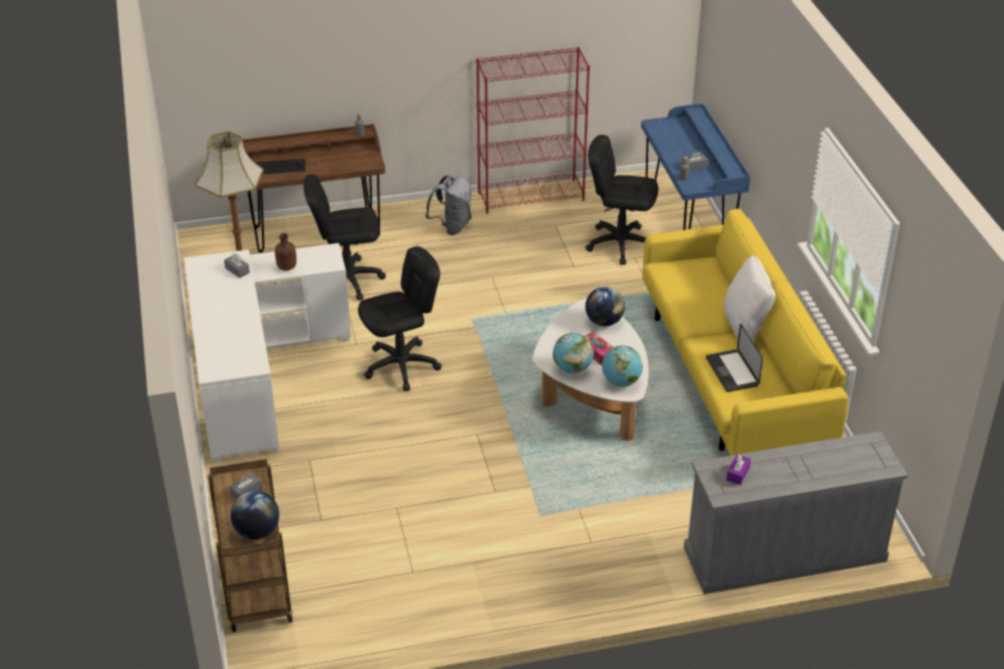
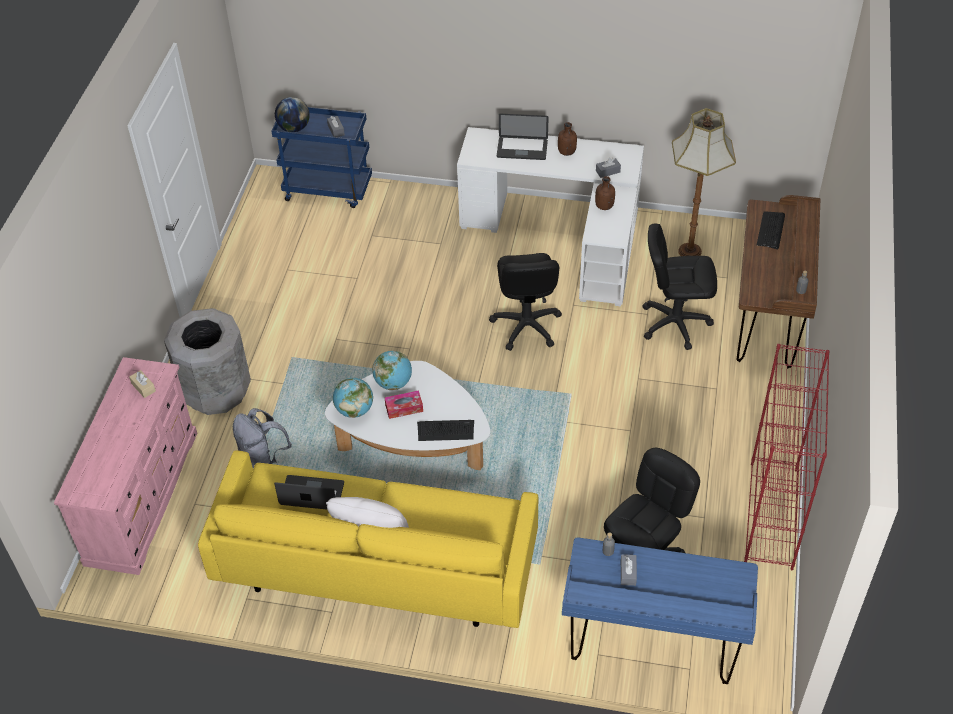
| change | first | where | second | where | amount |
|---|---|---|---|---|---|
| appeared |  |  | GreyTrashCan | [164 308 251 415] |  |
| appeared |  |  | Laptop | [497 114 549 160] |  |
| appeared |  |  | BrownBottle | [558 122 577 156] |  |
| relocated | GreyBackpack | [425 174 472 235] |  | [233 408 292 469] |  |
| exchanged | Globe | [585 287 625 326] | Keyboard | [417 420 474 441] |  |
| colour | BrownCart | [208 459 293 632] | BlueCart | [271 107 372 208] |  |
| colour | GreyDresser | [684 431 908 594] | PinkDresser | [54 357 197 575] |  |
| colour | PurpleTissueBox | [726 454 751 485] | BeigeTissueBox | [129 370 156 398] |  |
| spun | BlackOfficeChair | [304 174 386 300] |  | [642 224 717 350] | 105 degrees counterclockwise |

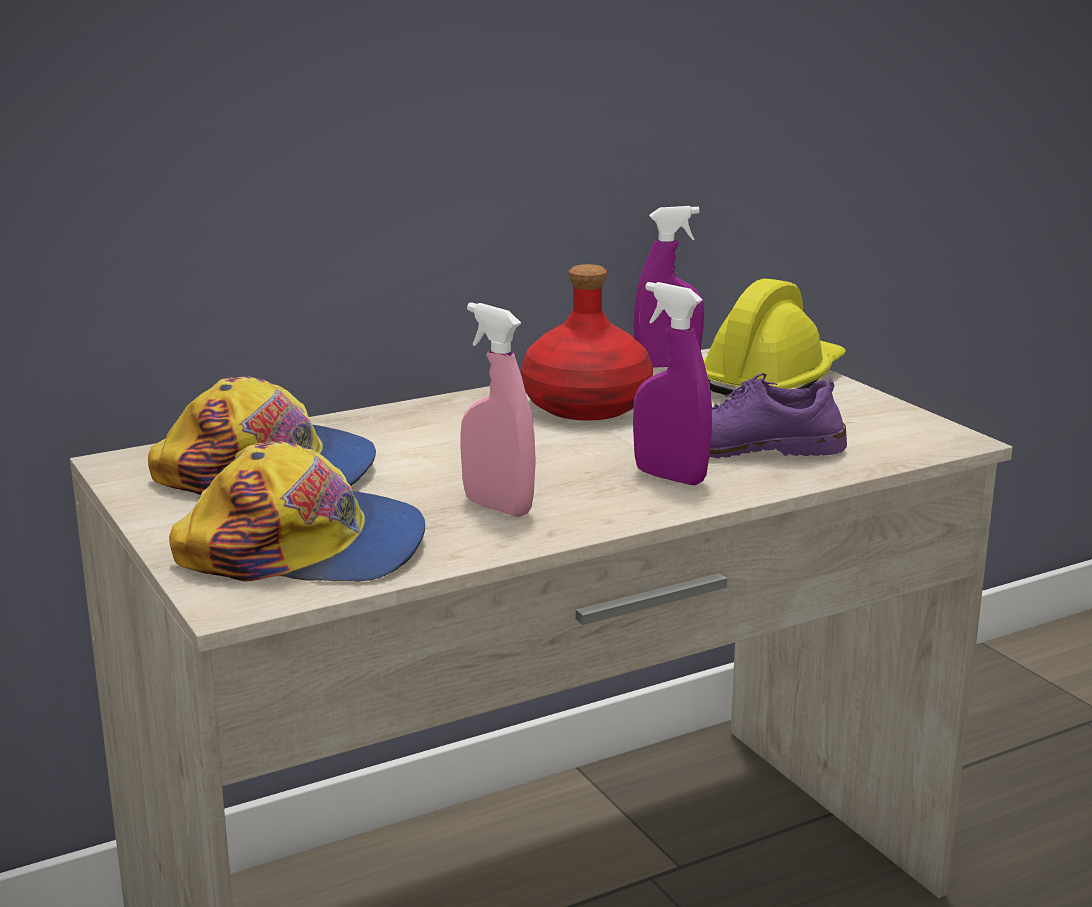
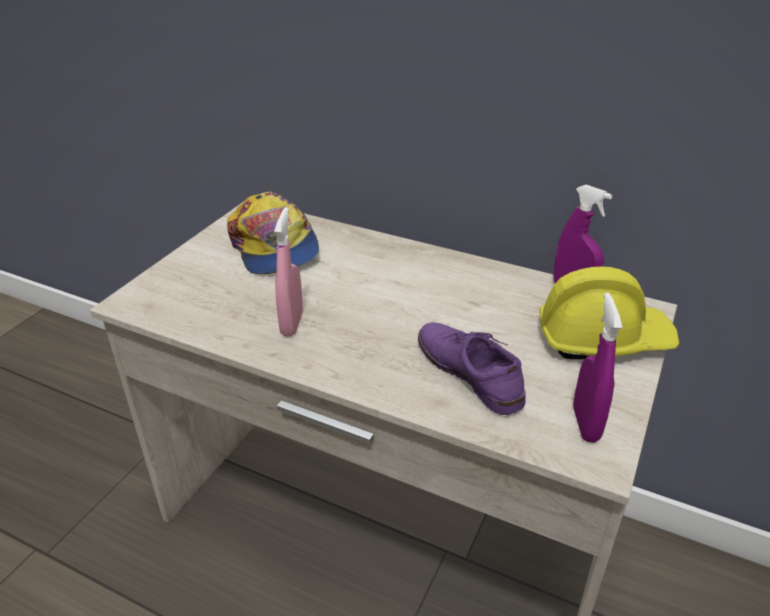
| change | first | where | second | where | amount |
|---|---|---|---|---|---|
| missing | Cap | [169 441 425 582] |  |  |  |
| missing | RedBottle | [521 264 653 421] |  |  |  |
| relocated | PurpleSprayBottle | [633 282 712 485] |  | [573 293 623 443] |  |

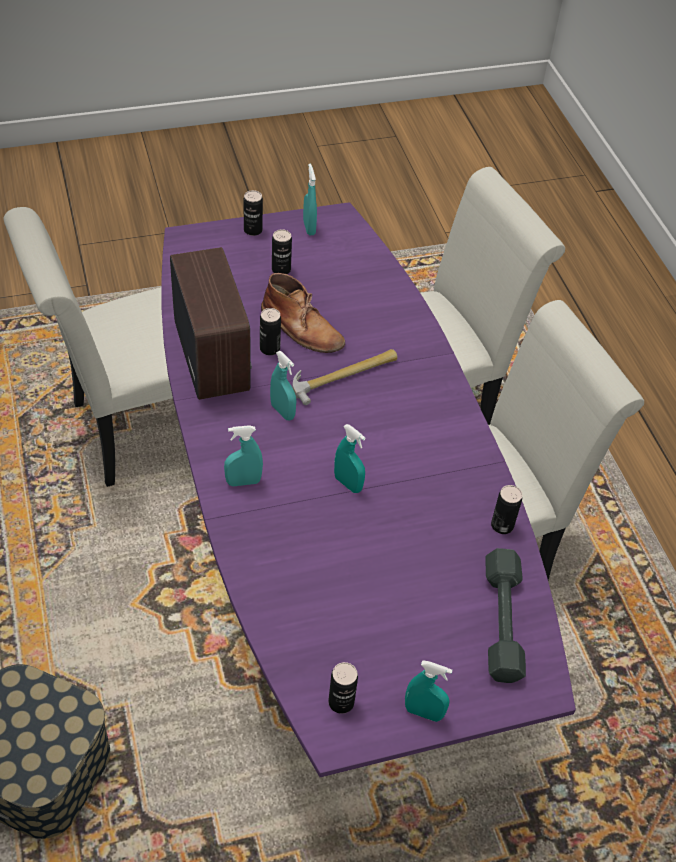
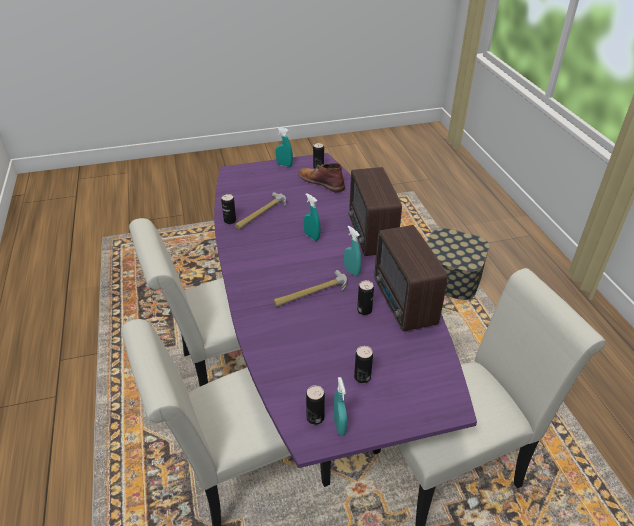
| change | first | where | second | where | amount |
|---|---|---|---|---|---|
| missing | GreyDumbbell | [485 548 526 683] |  |  |  |
| appeared |  |  | Hammer | [235 192 286 229] |  |
| relocated | Can | [244 190 263 236] |  | [306 385 325 425] |  |
| relocated | BrownBoot | [261 273 345 353] |  | [298 163 345 193] |  |
| exchanged | TurquoiseSprayBottle | [224 425 263 486] | Radio | [349 167 402 256] |  |

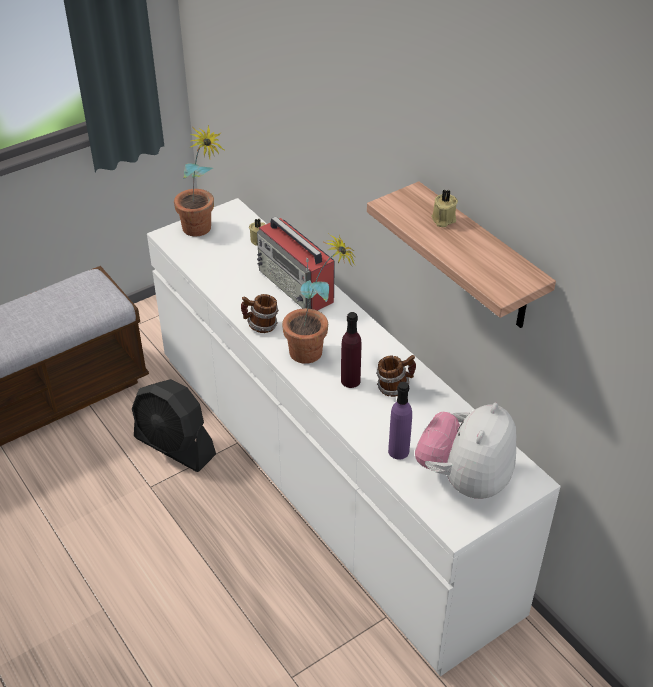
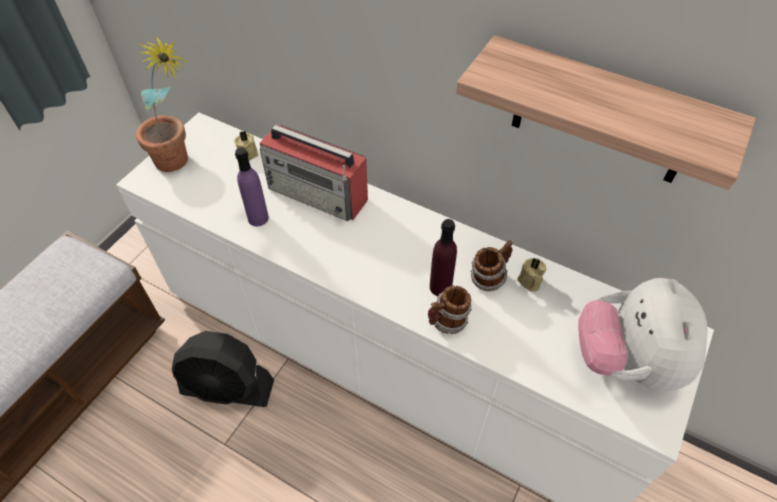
| change | first | where | second | where | amount |
|---|---|---|---|---|---|
| missing | PottedPlant | [282 233 357 364] |  |  |  |
| relocated | Mug | [241 294 279 333] |  | [428 286 472 334] |  |
| relocated | PurpleBottle | [388 382 412 460] |  | [235 147 269 226] |  |
| relocated | BeigeCandle | [431 189 458 227] |  | [517 258 546 292] |  |

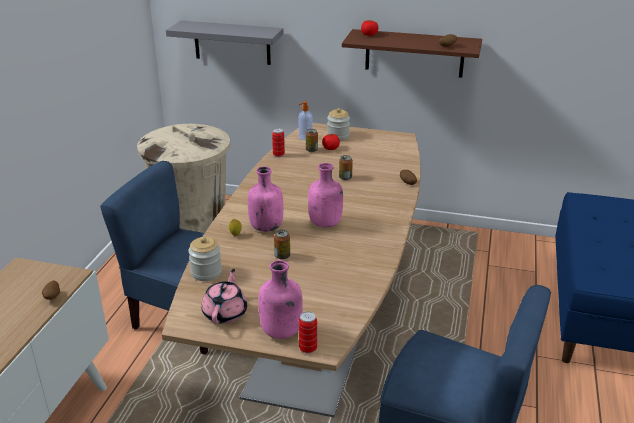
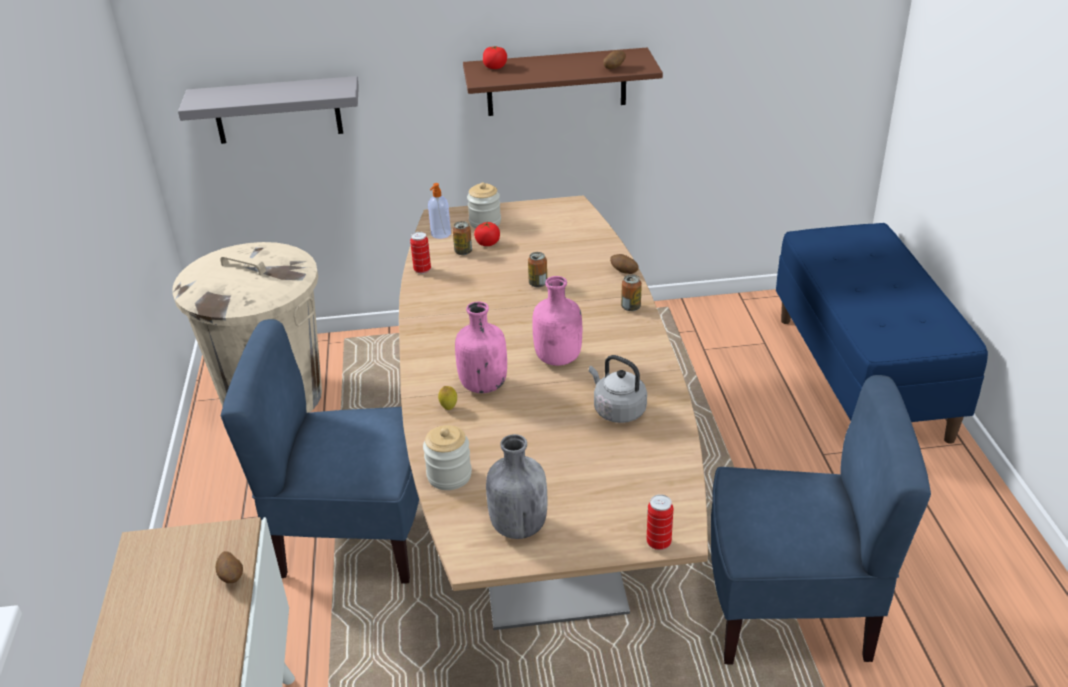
| change | first | where | second | where | amount |
|---|---|---|---|---|---|
| missing | PinkBottle | [258 260 303 339] |  |  |  |
| appeared |  |  | GreyKettle | [589 355 647 423] |  |
| relocated | Can | [274 230 290 260] |  | [621 274 642 311] |  |
| exchanged | PinkTeapot | [201 269 247 324] | GreyBottle | [486 434 547 539] |  |

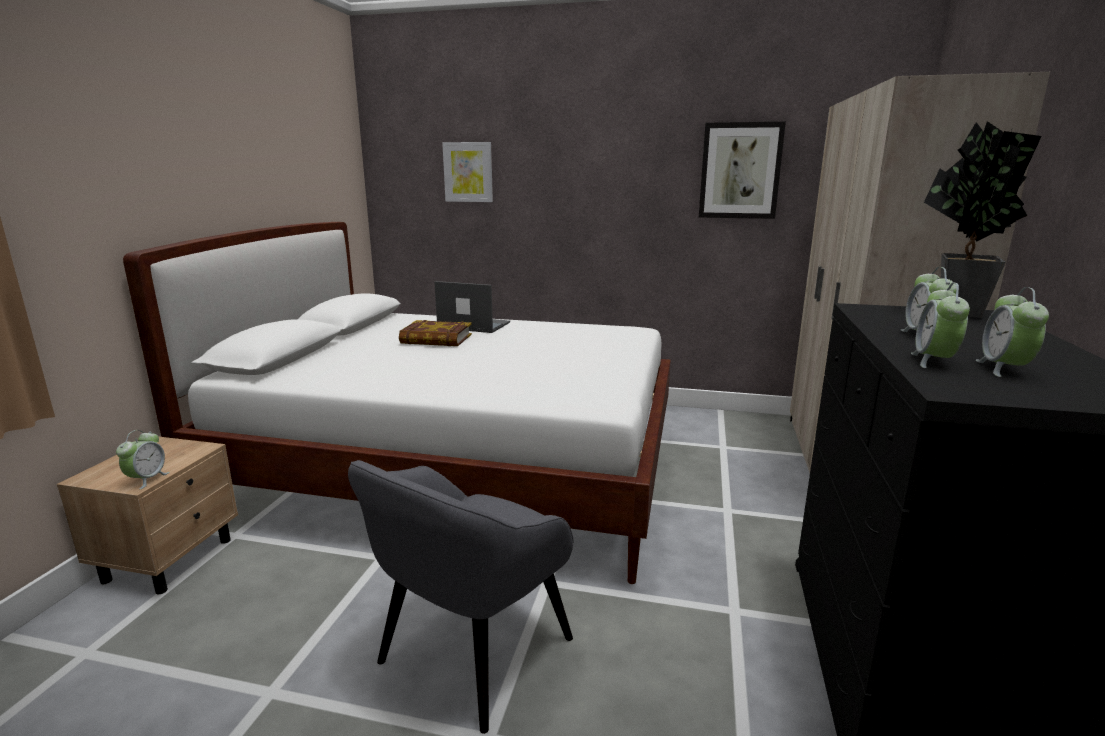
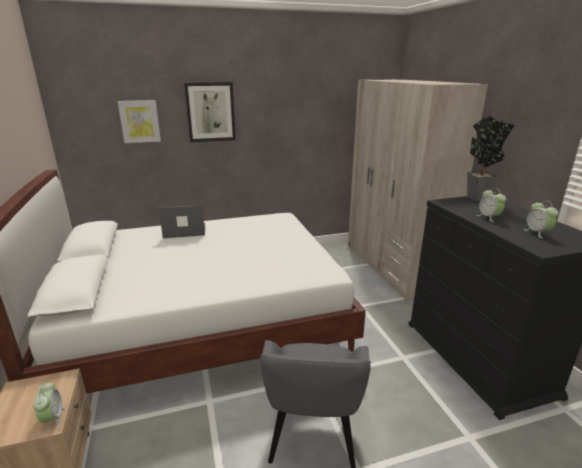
| change | first | where | second | where | amount |
|---|---|---|---|---|---|
| missing | Book | [399 320 472 346] |  |  |  |
| missing | AlarmClock | [911 282 970 368] |  |  |  |
| relocated | Picture | [699 122 786 219] |  | [184 82 236 142] |  |

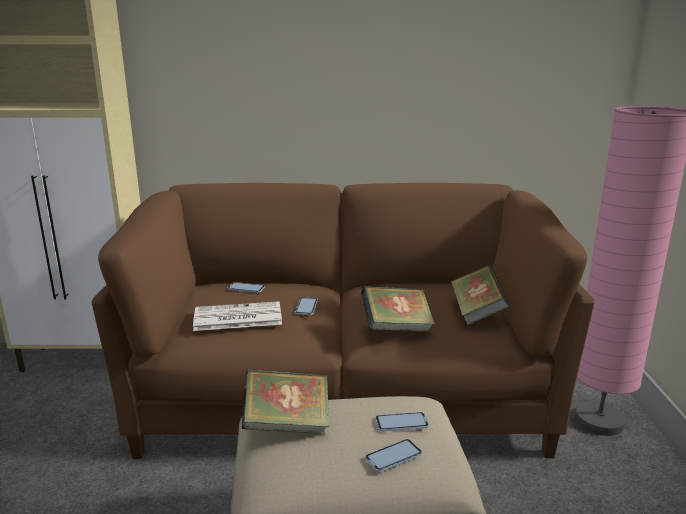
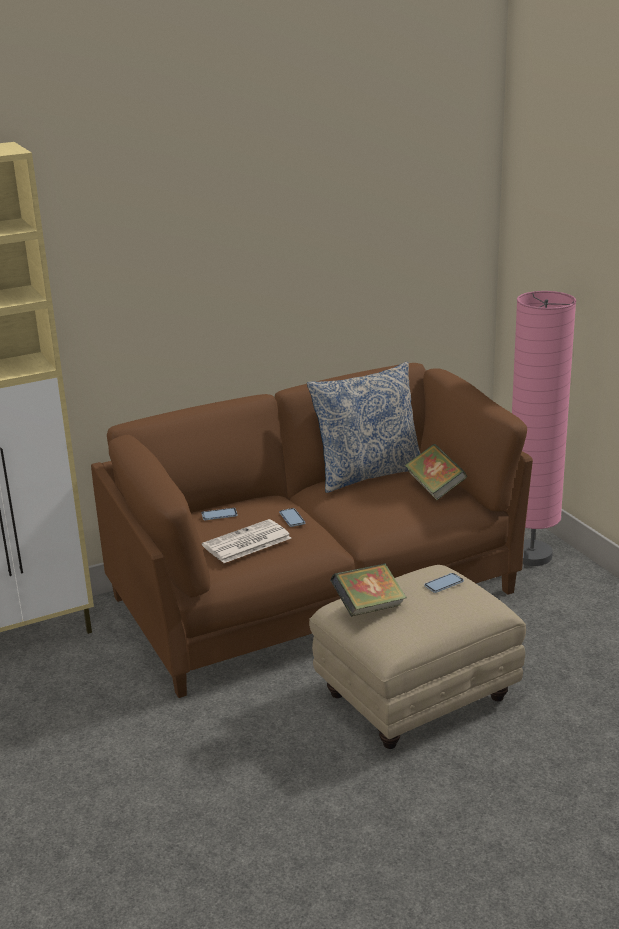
| change | first | where | second | where | amount |
|---|---|---|---|---|---|
| missing | Book | [361 286 435 332] |  |  |  |
| missing | Phone | [365 439 422 472] |  |  |  |
| appeared |  |  | Pillow | [307 362 421 493] |  |

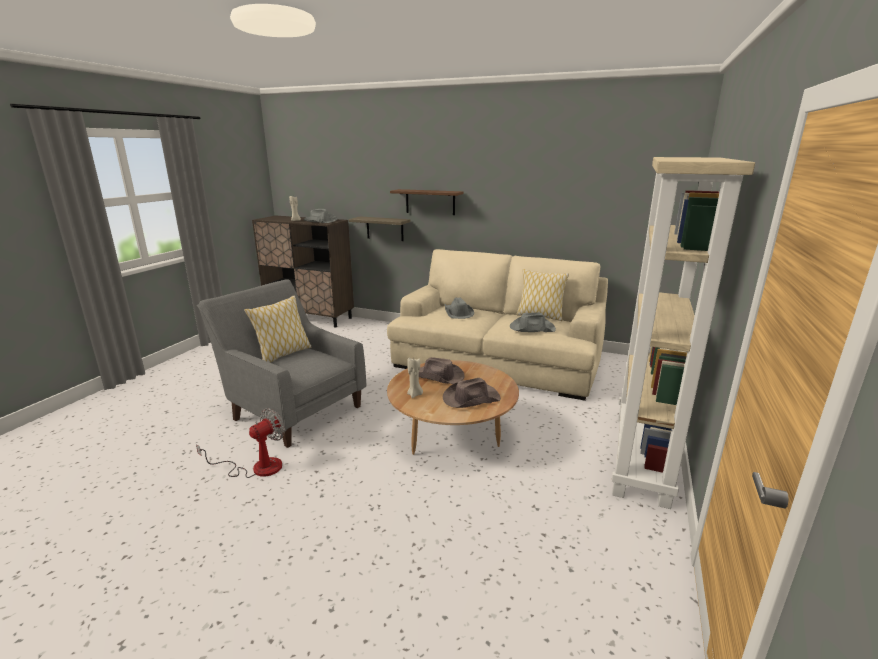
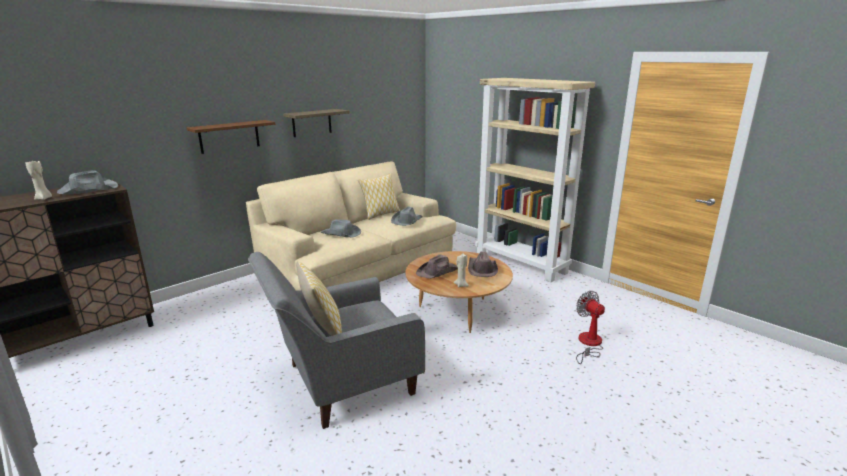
| change | first | where | second | where | amount |
|---|---|---|---|---|---|
| relocated | Fan | [196 408 285 478] |  | [576 291 605 364] |  |
| relocated | Shelf | [349 217 410 241] |  | [283 109 350 137] |  |

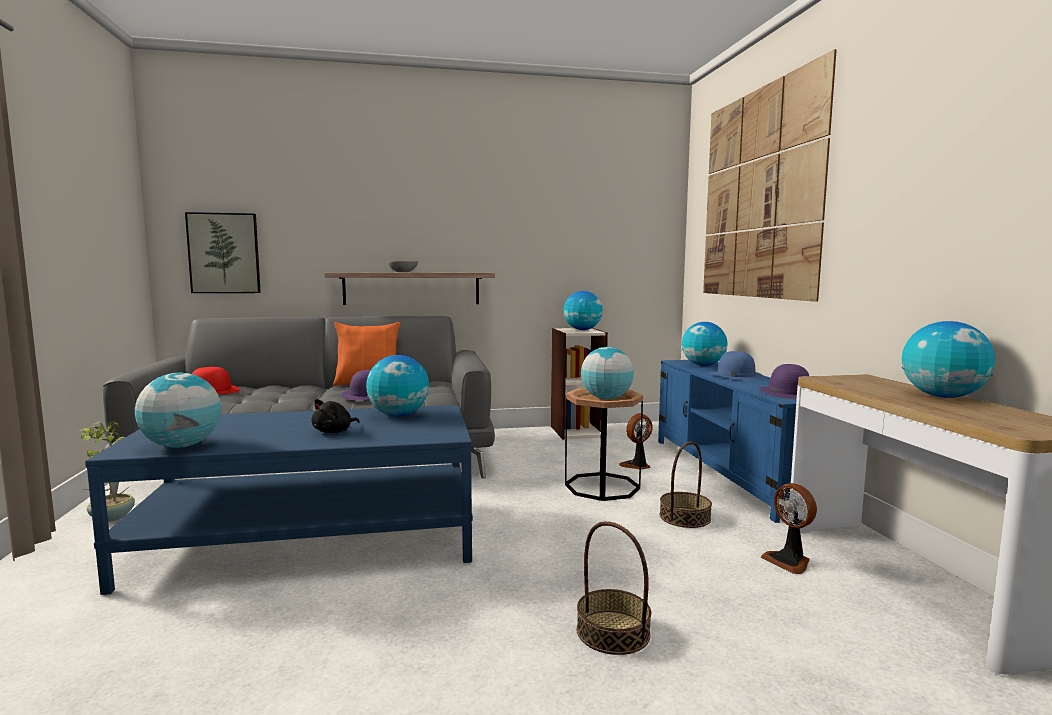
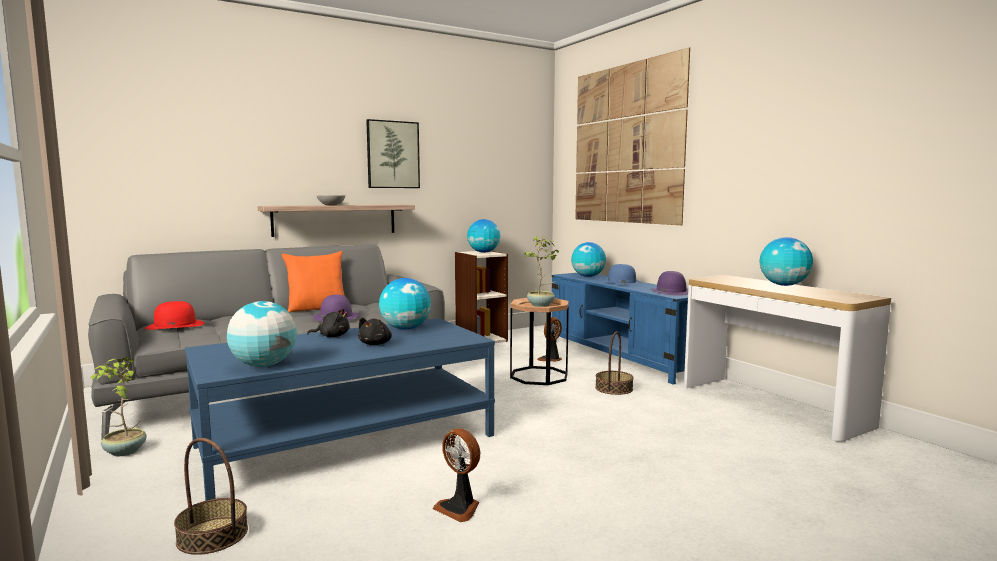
| change | first | where | second | where | amount |
|---|---|---|---|---|---|
| appeared |  |  | BlackPlushToy | [307 309 350 337] |  |
| relocated | Picture | [185 212 261 293] |  | [366 119 420 188] |  |
| relocated | Basket | [577 521 651 655] |  | [174 438 248 555] |  |
| relocated | Fan | [761 483 817 574] |  | [432 428 480 522] |  |
| exchanged | Globe | [581 347 634 399] | PottedPlant | [524 236 559 307] |  |

